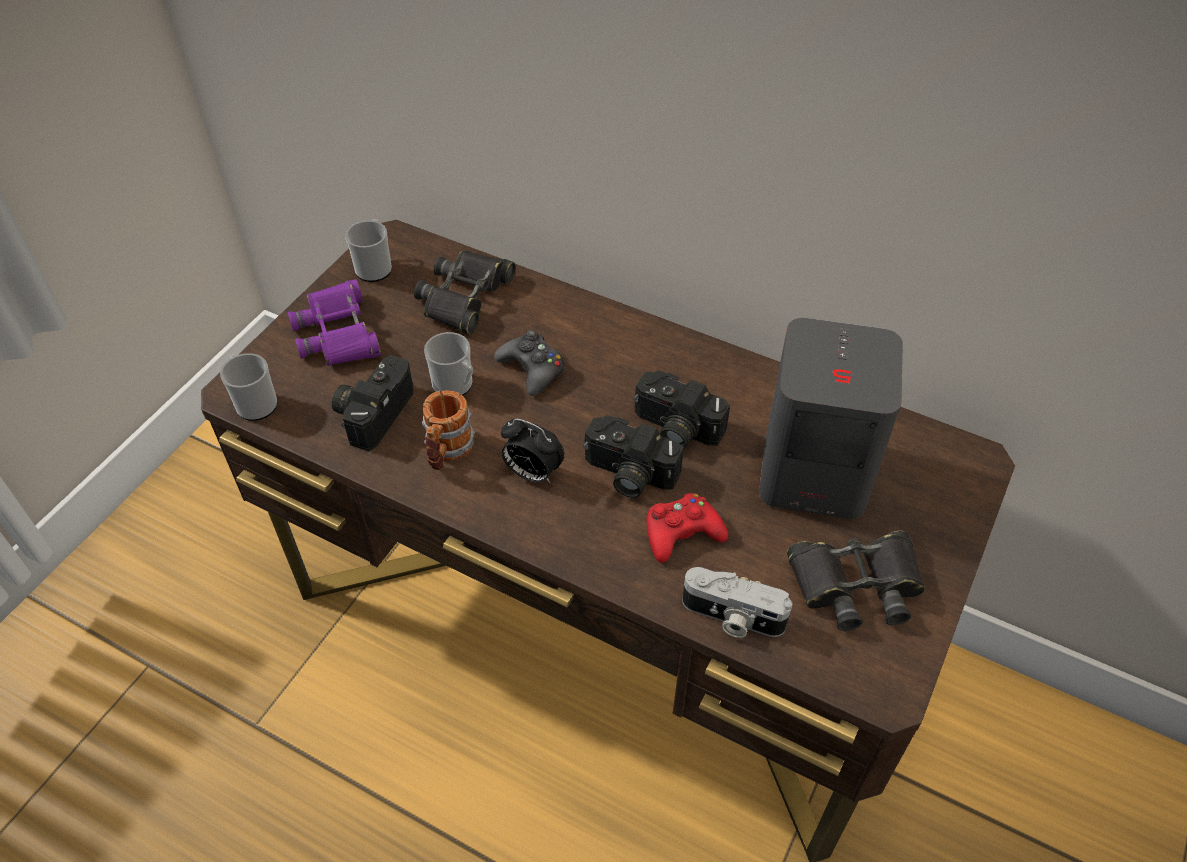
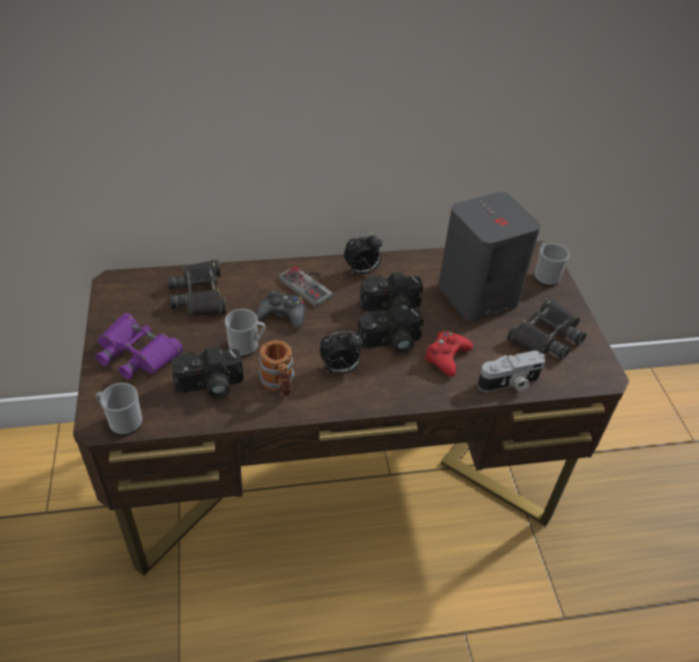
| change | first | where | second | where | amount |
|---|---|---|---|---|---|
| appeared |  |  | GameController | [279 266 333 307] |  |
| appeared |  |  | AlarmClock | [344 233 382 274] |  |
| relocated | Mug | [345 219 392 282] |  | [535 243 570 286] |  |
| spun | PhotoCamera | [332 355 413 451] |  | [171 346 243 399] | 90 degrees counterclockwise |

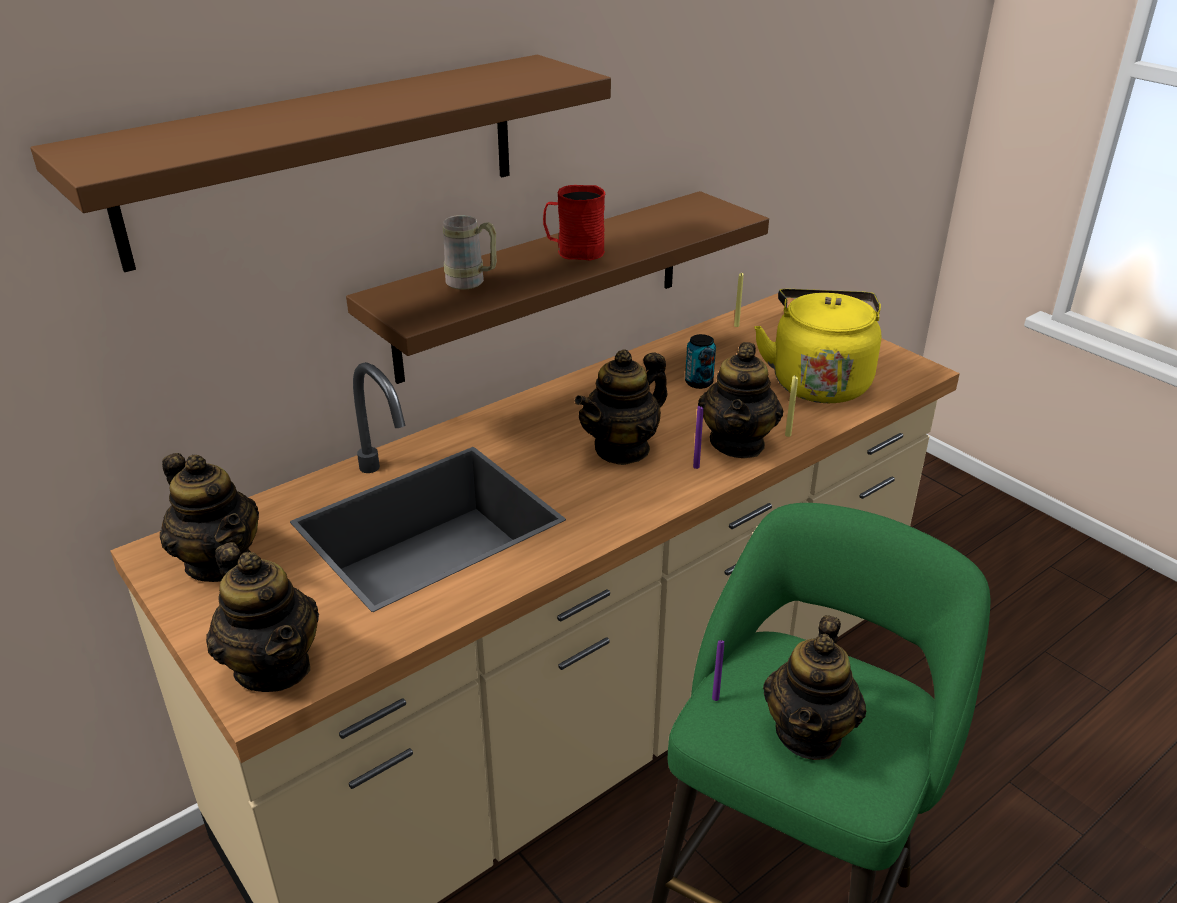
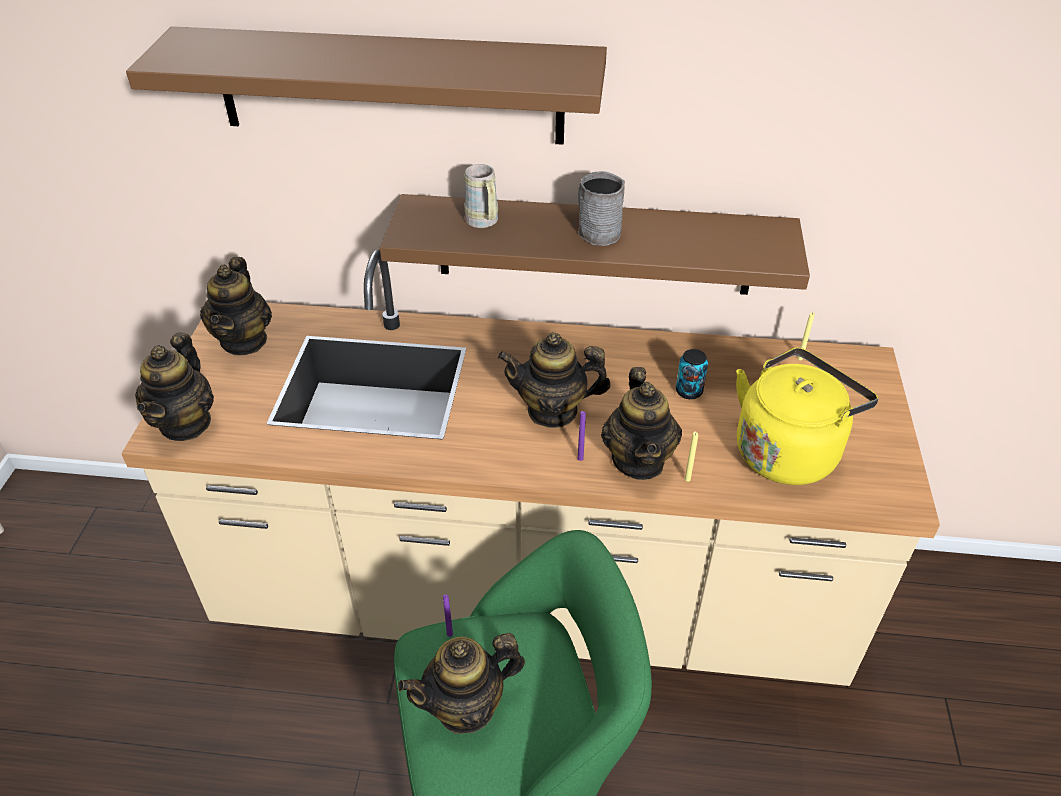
| change | first | where | second | where | amount |
|---|---|---|---|---|---|
| colour | RedMug | [543 185 605 261] | GreyMug | [578 171 625 246] |  |
| spun | Teapot | [698 342 784 458] |  | [601 367 682 480] | 60 degrees counterclockwise |

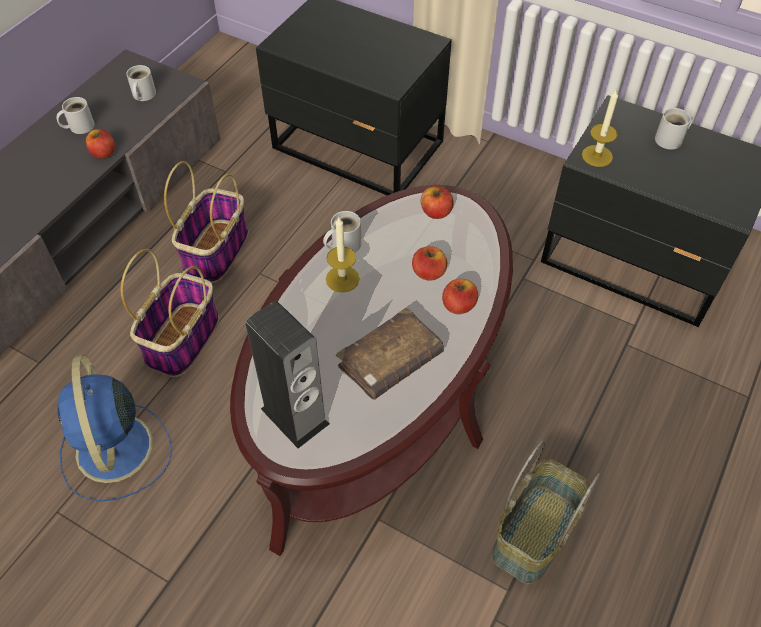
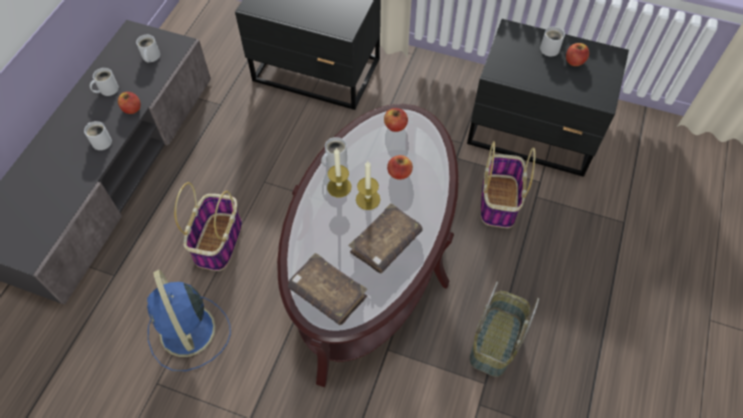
| change | first | where | second | where | amount |
|---|---|---|---|---|---|
| appeared |  |  | WhiteMug | [84 121 112 150] |  |
| relocated | Basket | [164 161 248 283] |  | [481 141 536 228] |  |
| relocated | Apple | [442 279 478 314] |  | [566 43 589 66] |  |
| relocated | Candle | [582 88 618 167] |  | [356 161 381 210] |  |
| exchanged | Speaker | [245 301 330 449] | BrownBook | [288 253 367 325] |  |

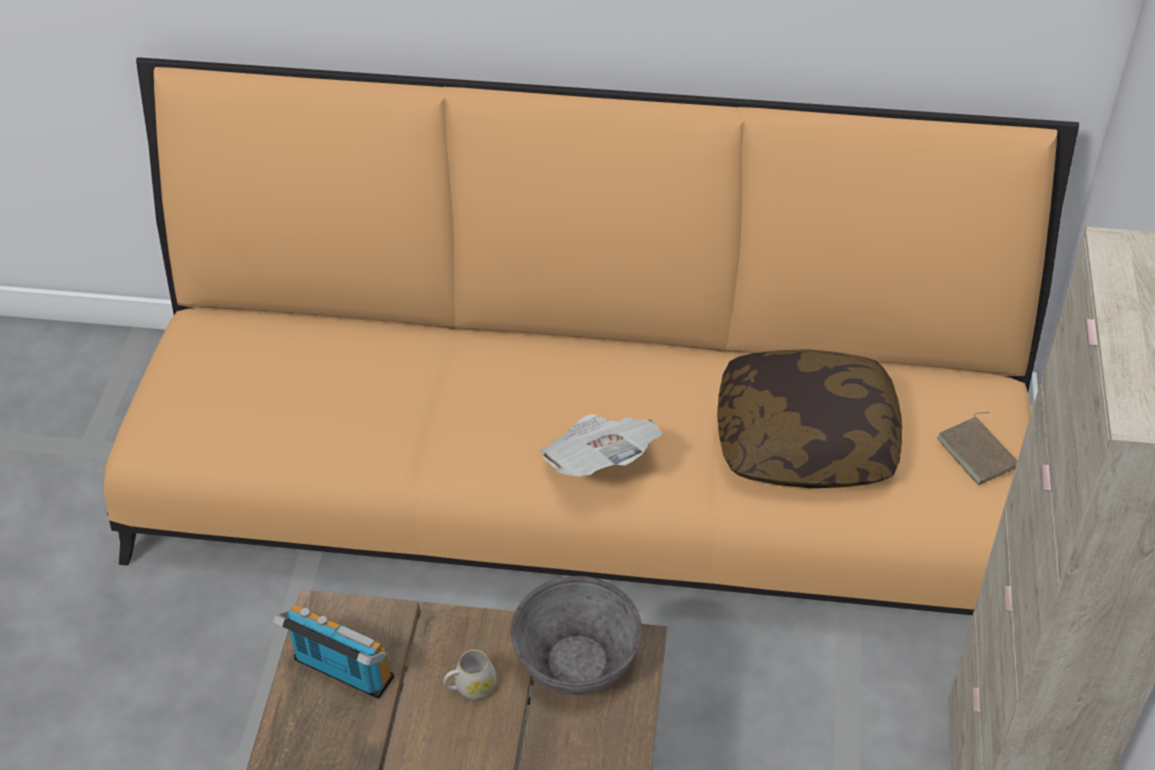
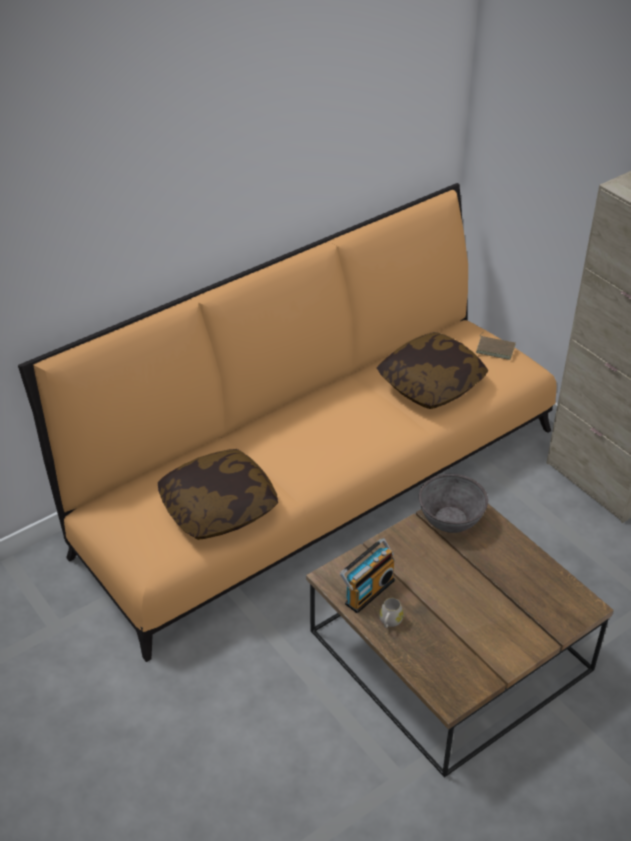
| change | first | where | second | where | amount |
|---|---|---|---|---|---|
| missing | Newspaper | [539 414 662 476] |  |  |  |
| appeared |  |  | Pillow | [158 449 278 540] |  |
| relocated | WhiteMug | [444 650 496 699] |  | [379 598 403 628] |  |
| spun | Radio | [273 604 394 699] |  | [340 538 395 613] | 150 degrees clockwise |

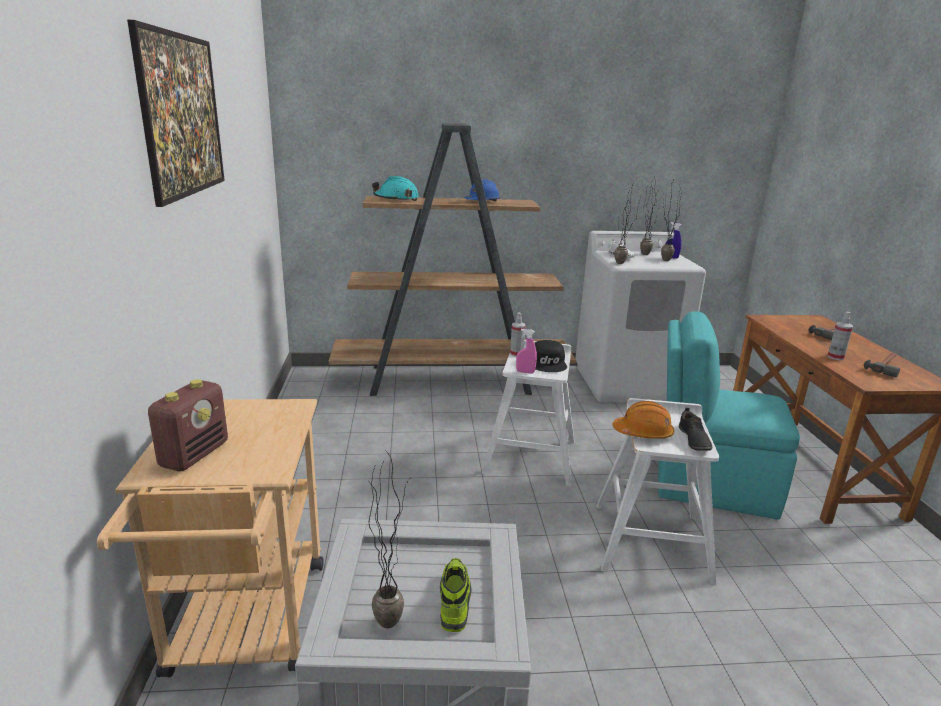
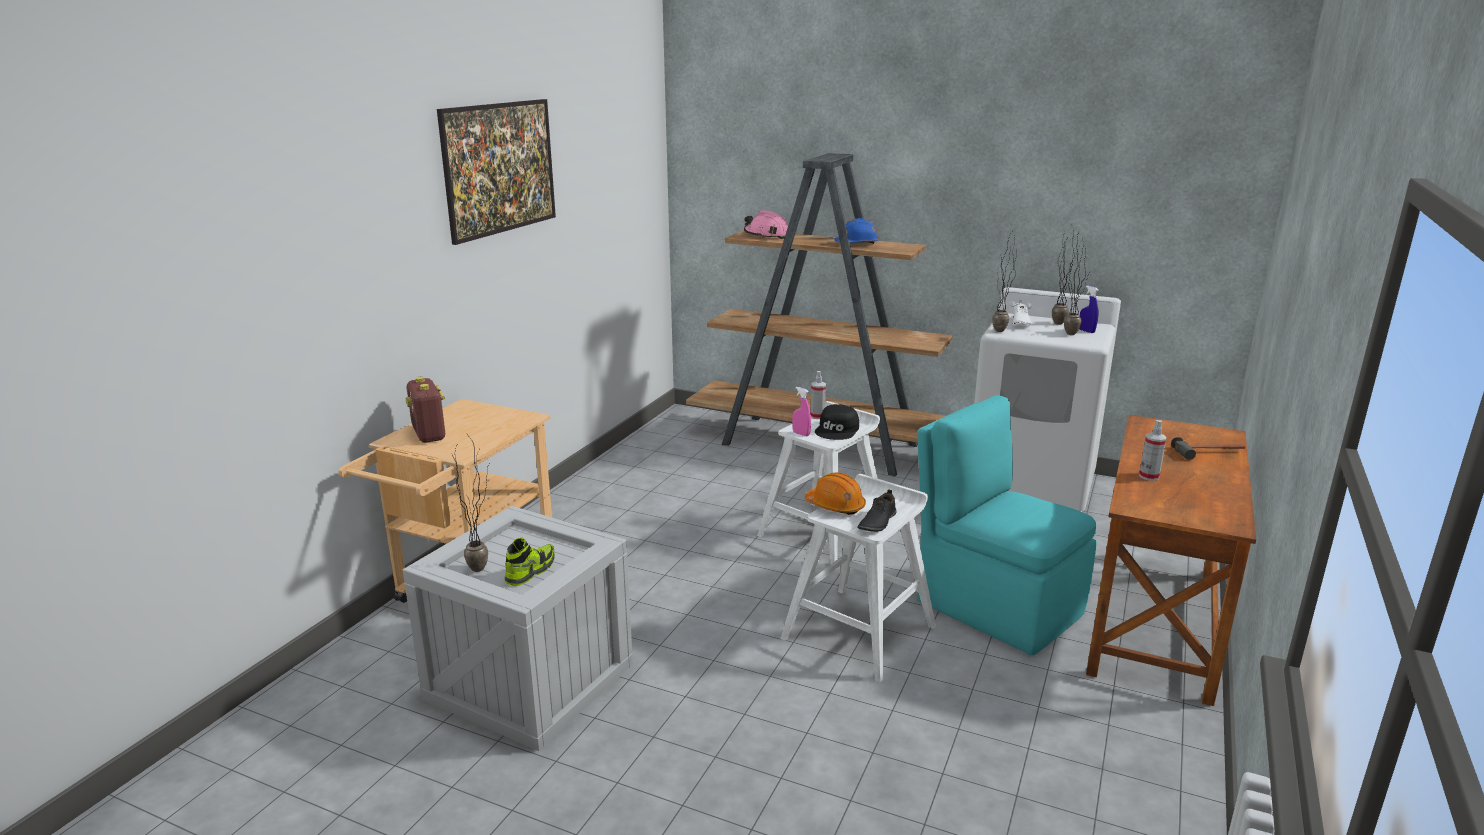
| change | first | where | second | where | amount |
|---|---|---|---|---|---|
| missing | Hammer | [864 353 900 377] |  |  |  |
| colour | TurquoiseHardHat | [372 176 419 201] | PinkHardHat | [744 210 788 239] |  |
| spun | Radio | [148 379 228 471] |  | [406 376 445 443] | 105 degrees clockwise |

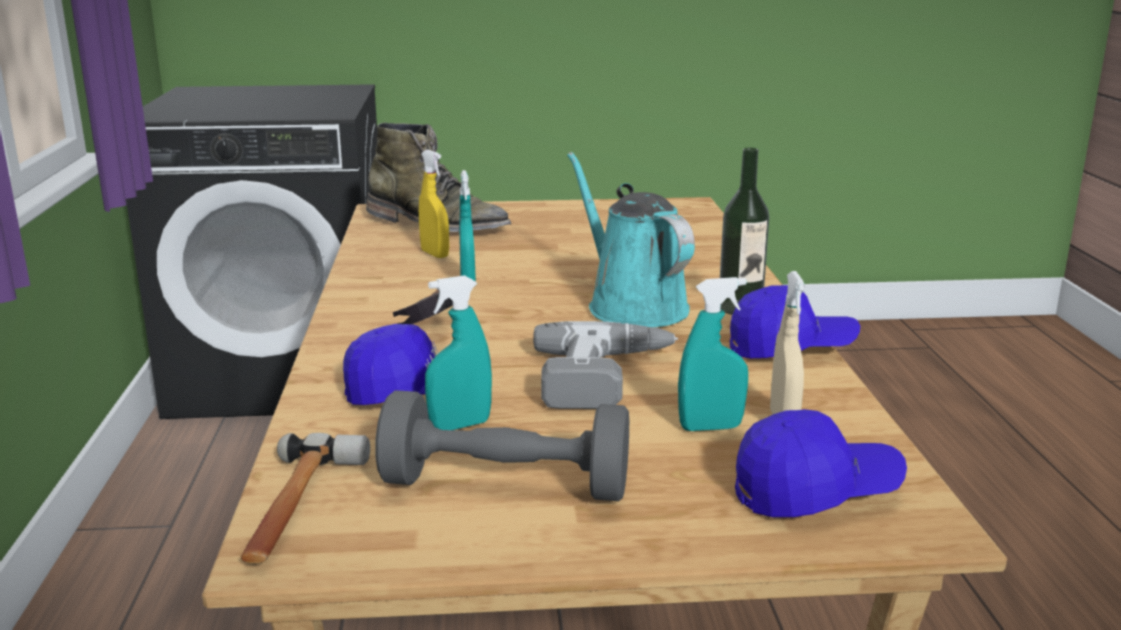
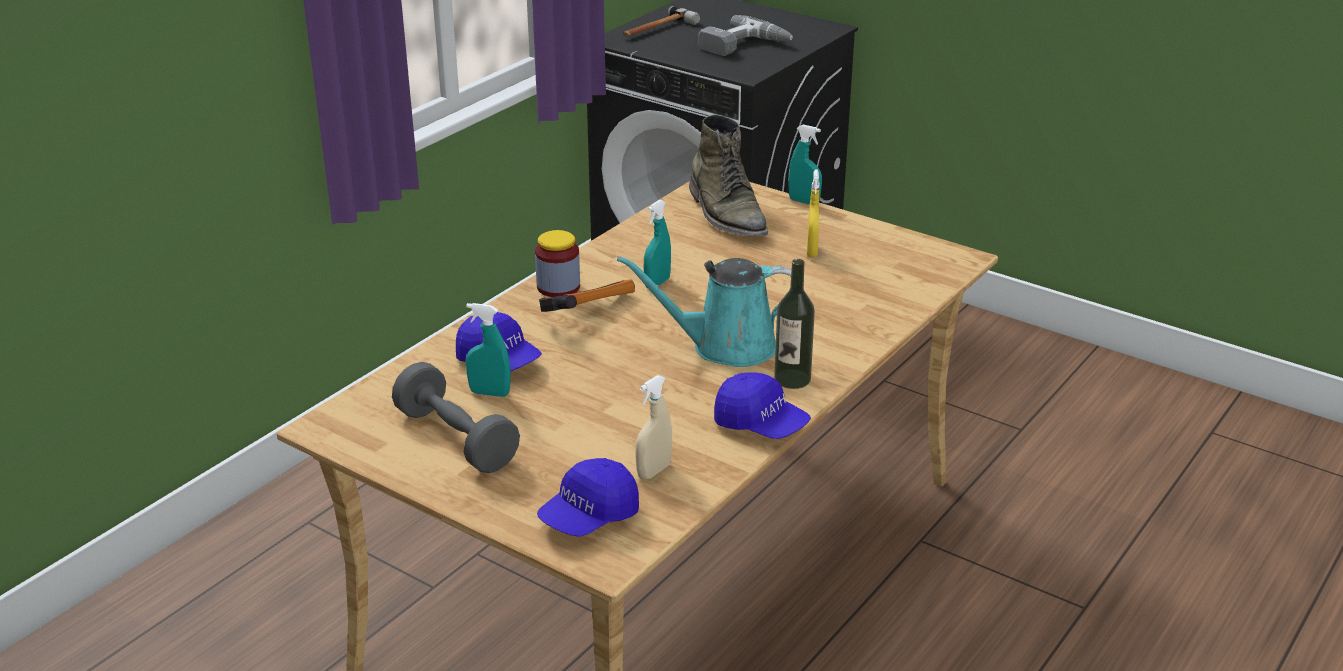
| change | first | where | second | where | amount |
|---|---|---|---|---|---|
| appeared |  |  | Jar | [535 230 580 297] |  |
| relocated | Hammer | [241 433 370 563] |  | [623 6 700 36] |  |
| relocated | YellowSprayBottle | [419 150 449 258] |  | [807 170 819 257] |  |
| relocated | PowerDrill | [533 321 678 409] |  | [698 15 793 56] |  |
| relocated | TurquoiseSprayBottle | [678 277 748 431] |  | [788 125 822 205] |  |
| spun | TurquoiseWateringCan | [567 152 695 327] |  | [617 256 791 367] | 105 degrees counterclockwise |
| spun | BlueCap | [735 409 907 517] |  | [537 458 639 537] | 105 degrees clockwise |

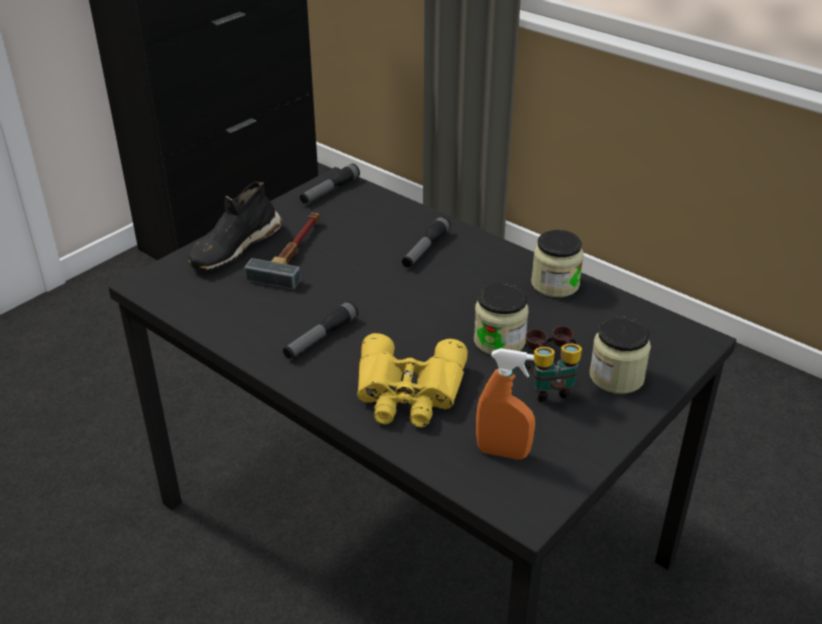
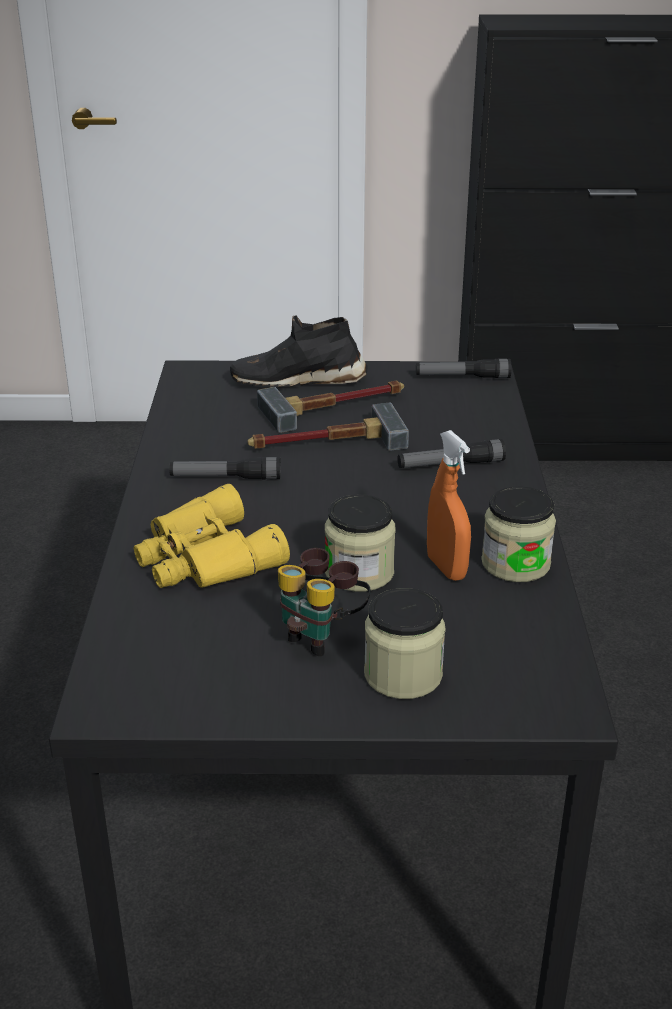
| change | first | where | second | where | amount |
|---|---|---|---|---|---|
| appeared |  |  | Hammer | [248 402 409 451] |  |
| relocated | OrangeSprayBottle | [476 348 535 460] |  | [427 430 471 581] |  |

